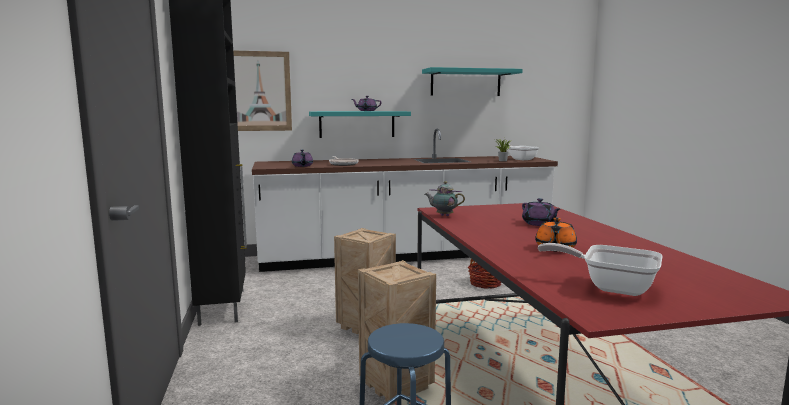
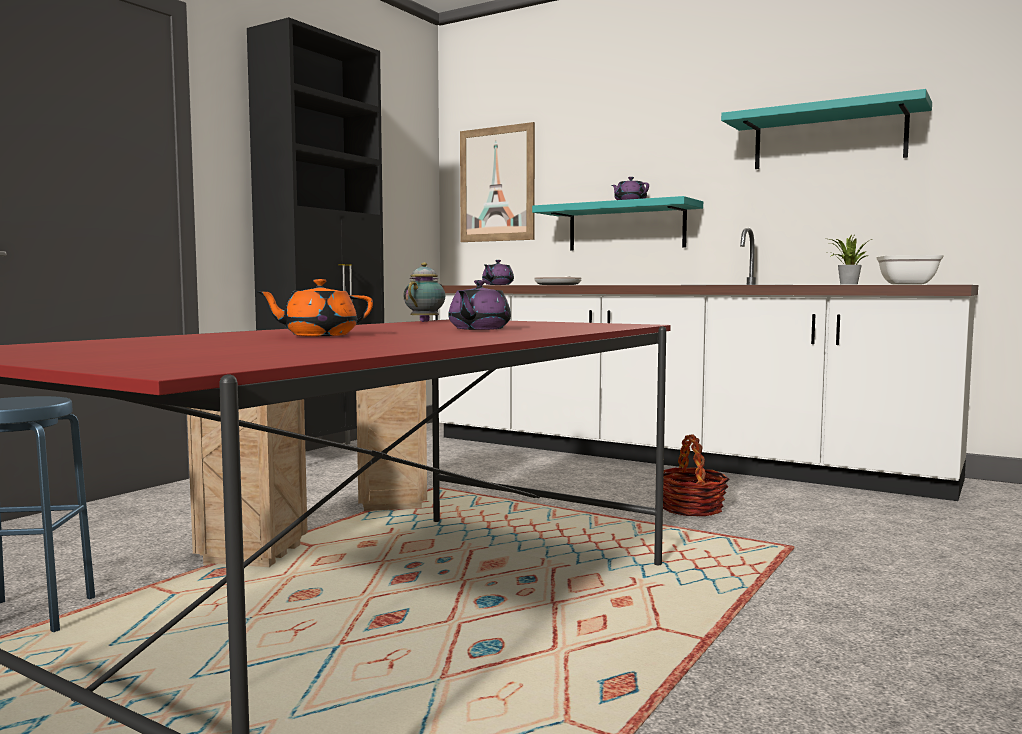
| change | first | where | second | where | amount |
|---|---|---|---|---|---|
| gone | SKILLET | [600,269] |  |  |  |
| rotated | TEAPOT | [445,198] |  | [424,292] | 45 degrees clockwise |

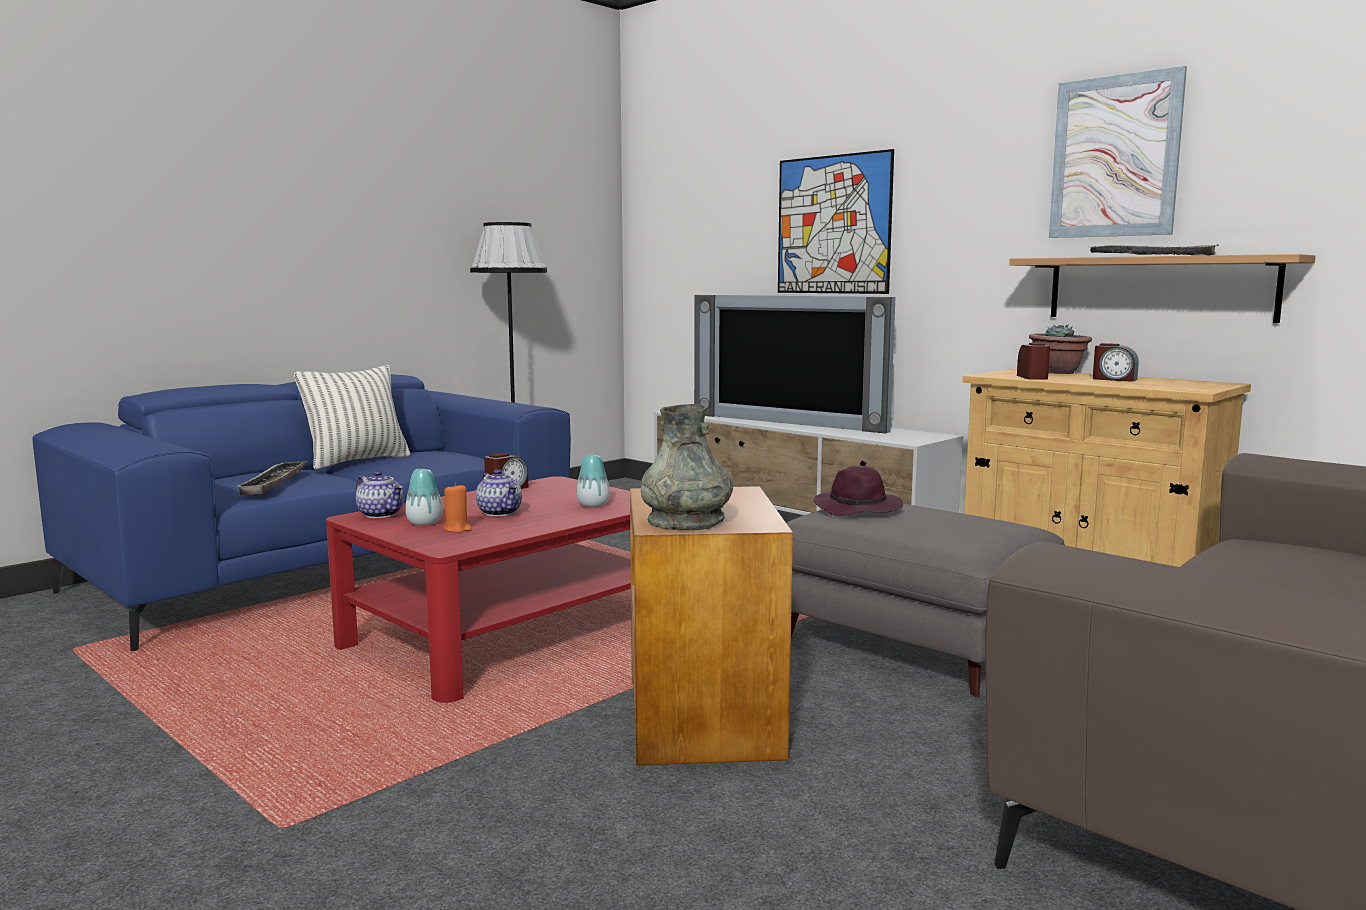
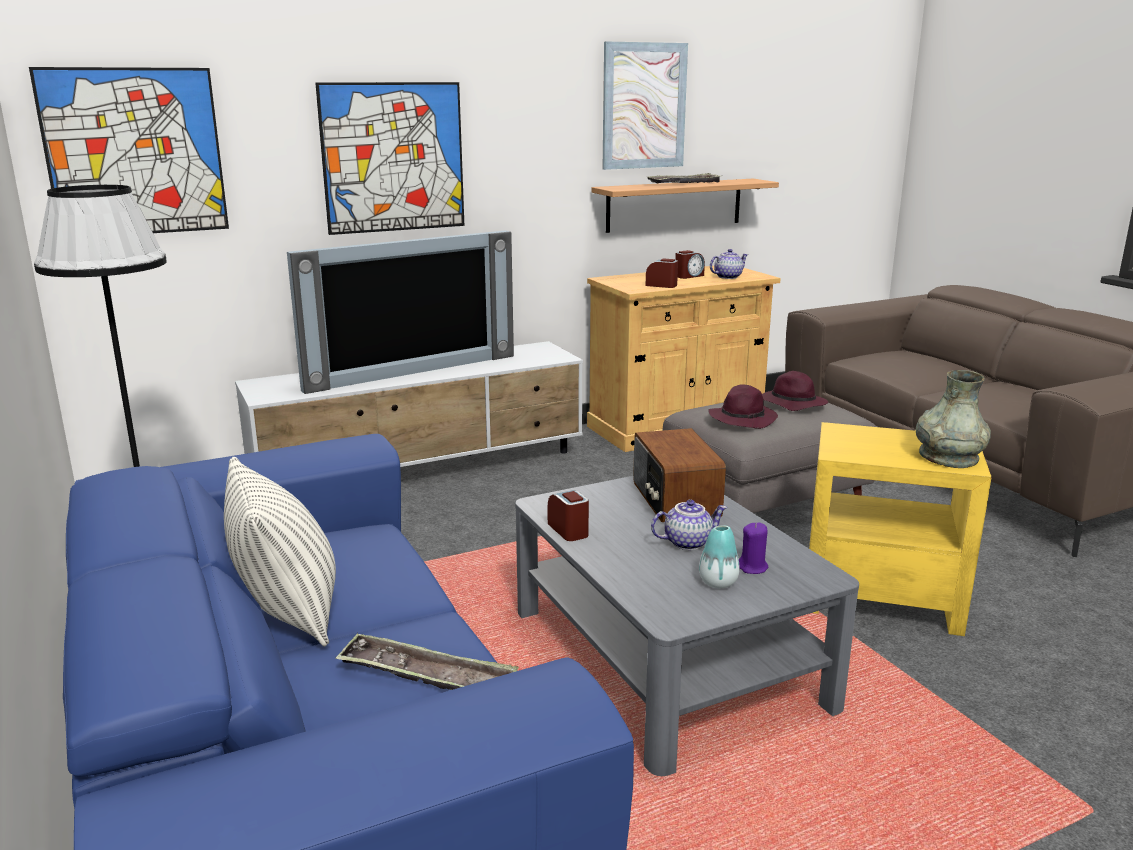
| change | first | where | second | where | amount |
|---|---|---|---|---|---|
| gone | PLANT IN A POT | [1060,349] |  |  |  |
| new |  |  | WALL ART | [129,150] |  |
| new |  |  | PURPLE HAT | [795,391] |  |
| shifted | TEAPOT | [379,494] |  | [729,264] |  |
| swapped | VASE | [593,481] | RADIO | [679,475] |  |
| repainted | REDDISH LOW TABLE | [478,589] | GREYISH LOW TABLE | [687,626] |  |
| repainted | ORANGEY CANDLE | [458,508] | PURPLE CANDLE | [753,548] |  |
| repainted | BROWN ACCENT TABLE | [711,626] | YELLOW-COLOURED ACCENT TABLE | [900,529] |  |

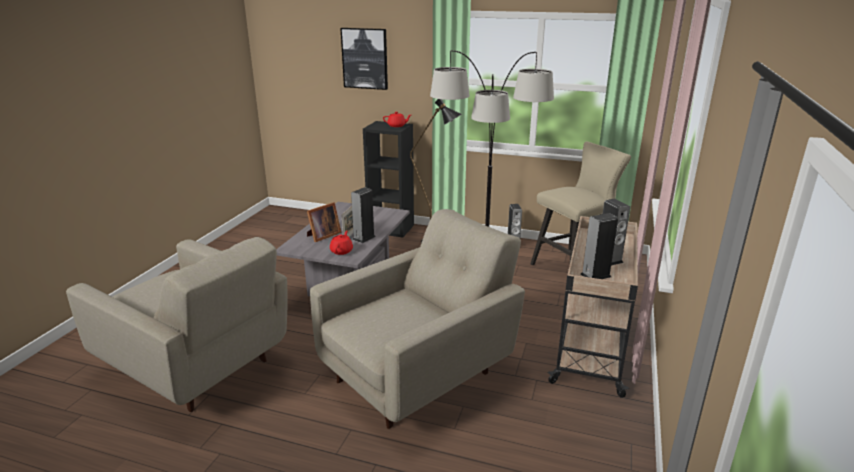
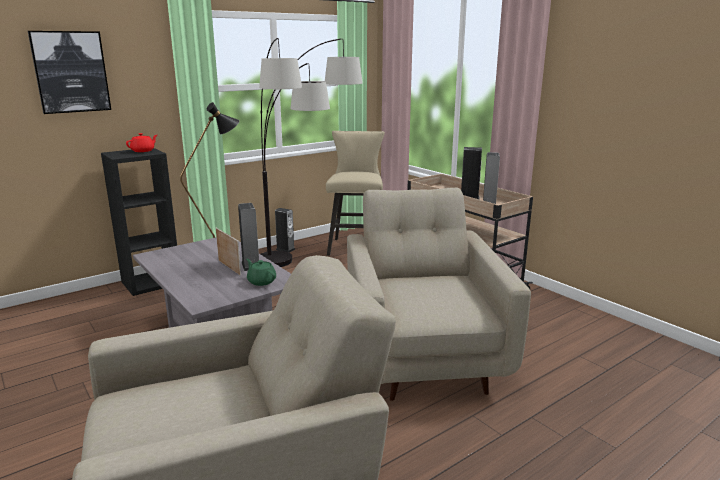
| change | first | where | second | where | amount |
|---|---|---|---|---|---|
| gone | PICTURE FRAME | [324,222] |  |  |  |
| repainted | REDDISH TEAPOT | [341,243] | GREEN-COLOURED TEAPOT | [261,272] |  |

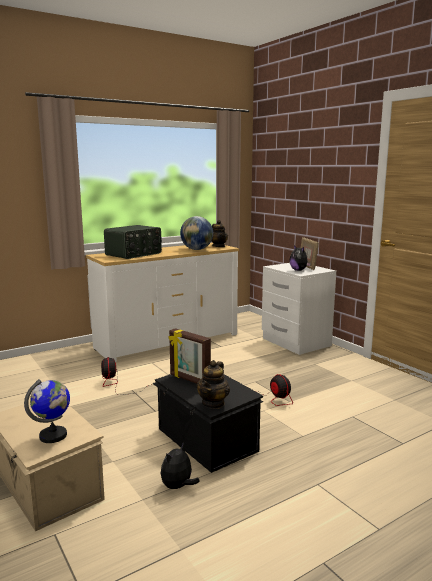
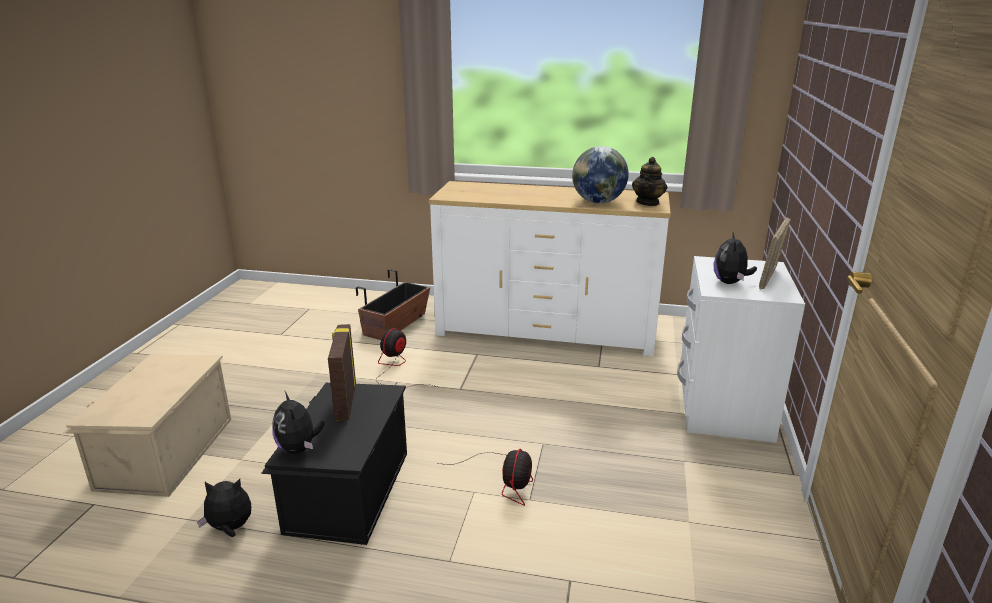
| change | first | where | second | where | amount |
|---|---|---|---|---|---|
| gone | DESK GLOBE | [47,411] |  |  |  |
| gone | RADIO | [133,242] |  |  |  |
| new |  |  | PLANTER | [393,304] |  |
| swapped | TEAPOT | [213,384] | CUDDLY TOY | [298,422] |  |

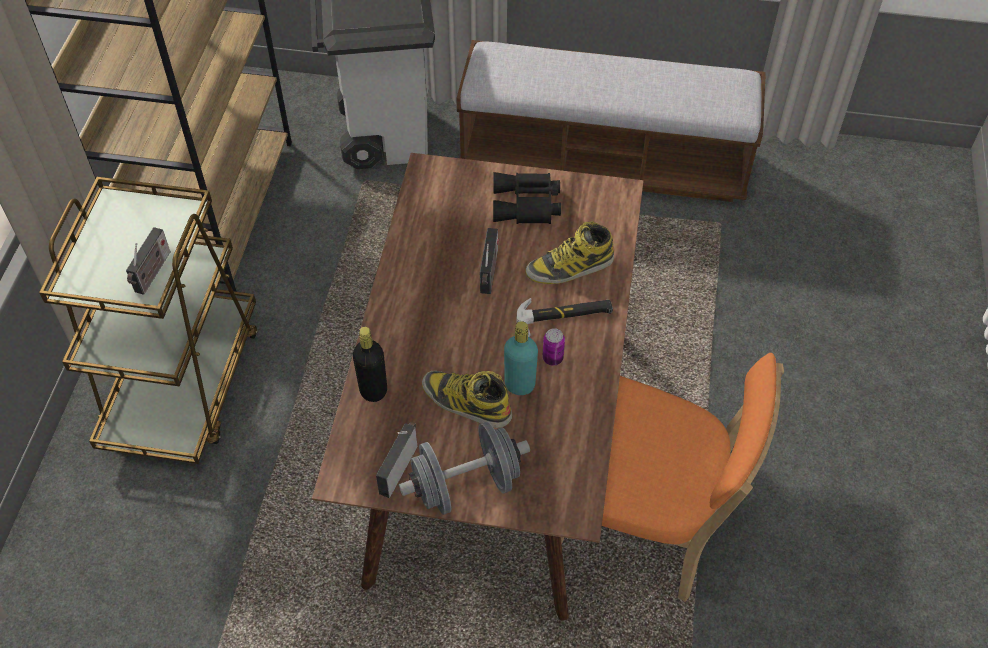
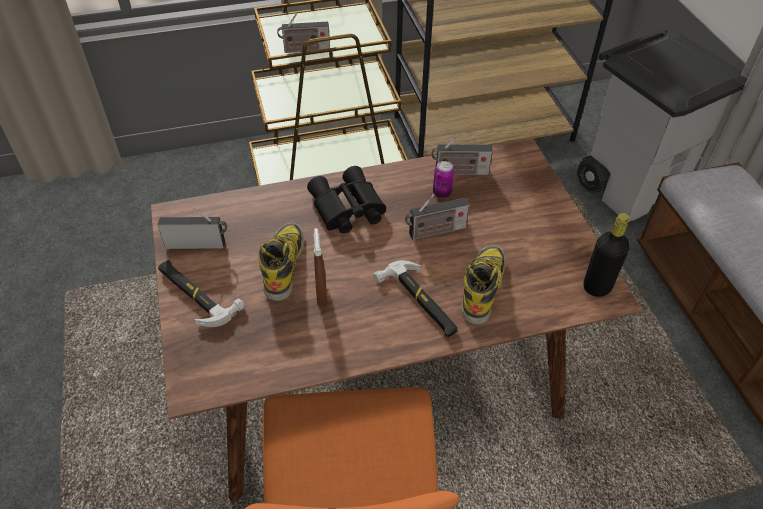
| change | first | where | second | where | amount |
|---|---|---|---|---|---|
| new |  |  | RADIO | [462,154] |  |
| shifted | BLACK-COLOURED BOTTLE | [370,364] |  | [607,255] |  |
| shifted | BLACK-COLOURED PAIR OF BINOCULARS | [527,198] |  | [346,200] |  |
| shifted | METAL CAN | [553,347] |  | [443,179] |  |
| swapped | GREYISH FREE WEIGHT | [464,468] | TOOL HAMMER | [201,293] |  |
| swapped | TURQUOISE-COLOURED BOTTLE | [521,358] | BROWN SPRAYER | [320,267] |  |
| rotated | HIGH-TOP BOOT | [569,252] |  | [483,285] | 60 degrees clockwise |

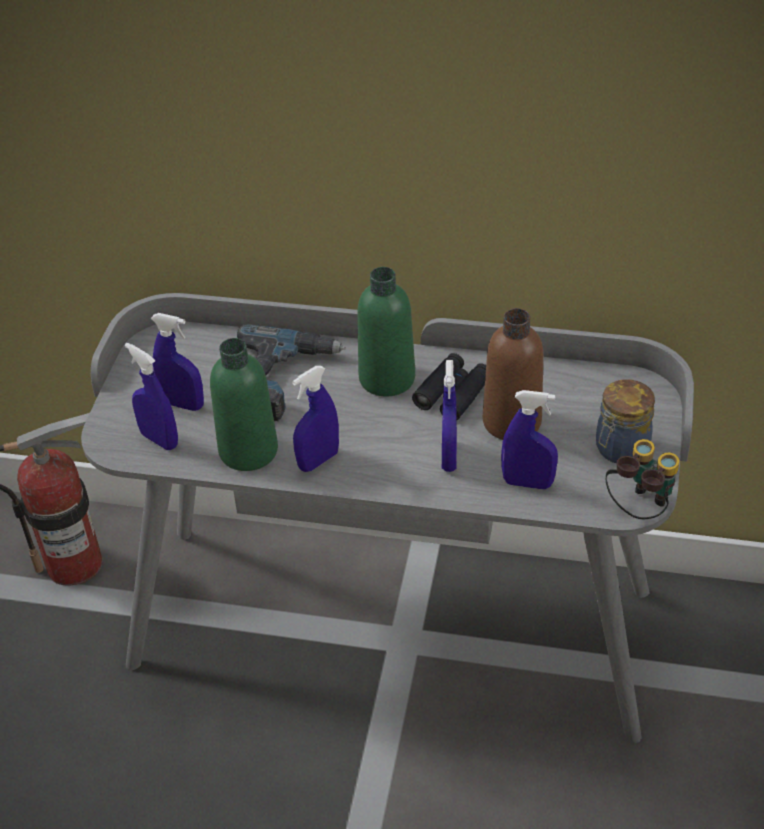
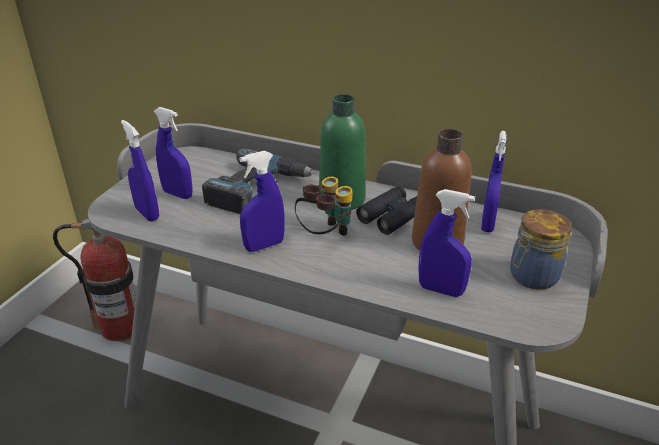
| change | first | where | second | where | amount |
|---|---|---|---|---|---|
| gone | GREEN-COLOURED BOTTLE | [244,404] |  |  |  |
| shifted | BLUE SPRAYER | [449,416] |  | [493,181] |  |
| shifted | PAIR OF BINOCULARS | [643,479] |  | [324,206] |  |

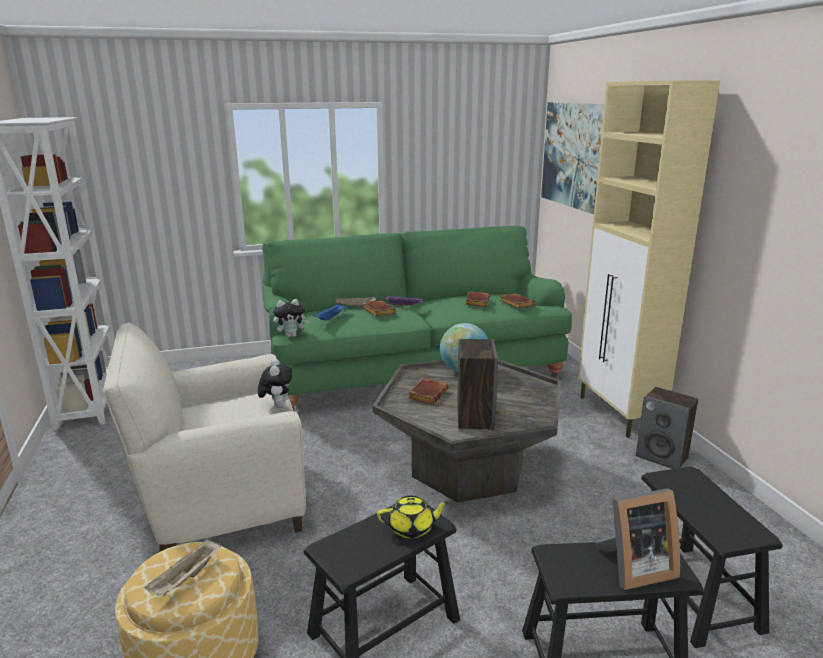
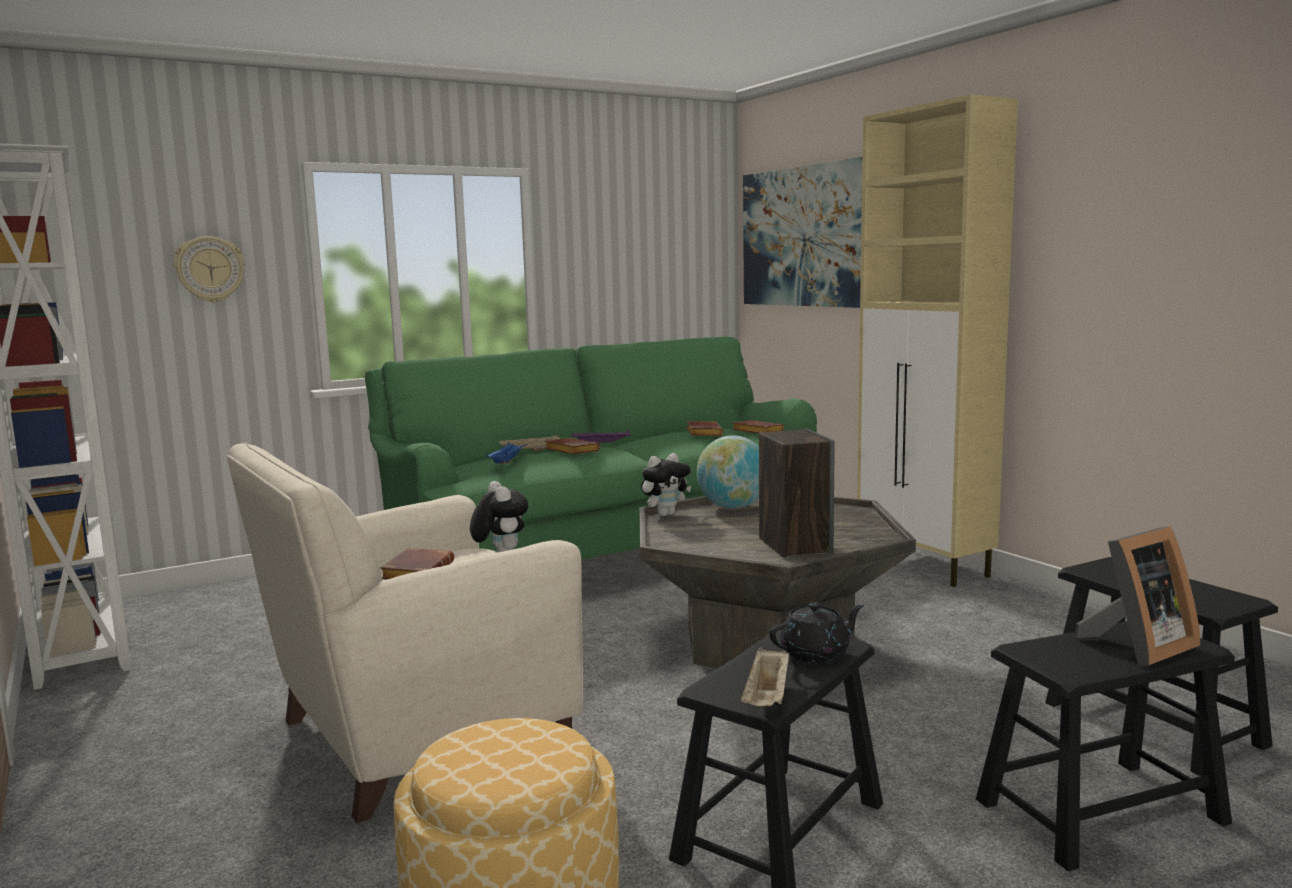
| change | first | where | second | where | amount |
|---|---|---|---|---|---|
| gone | SPEAKER | [667,428] |  |  |  |
| new |  |  | HANGING CLOCK | [209,269] |  |
| shifted | BEIGE TRAY | [182,567] |  | [765,676] |  |
| shifted | CUDDLY TOY | [291,318] |  | [666,484] |  |
| shifted | BROWN BOOK | [428,391] |  | [417,564] |  |
| repainted | YELLOW-COLOURED TEAPOT | [413,517] | BLACK-COLOURED TEAPOT | [816,632] |  |

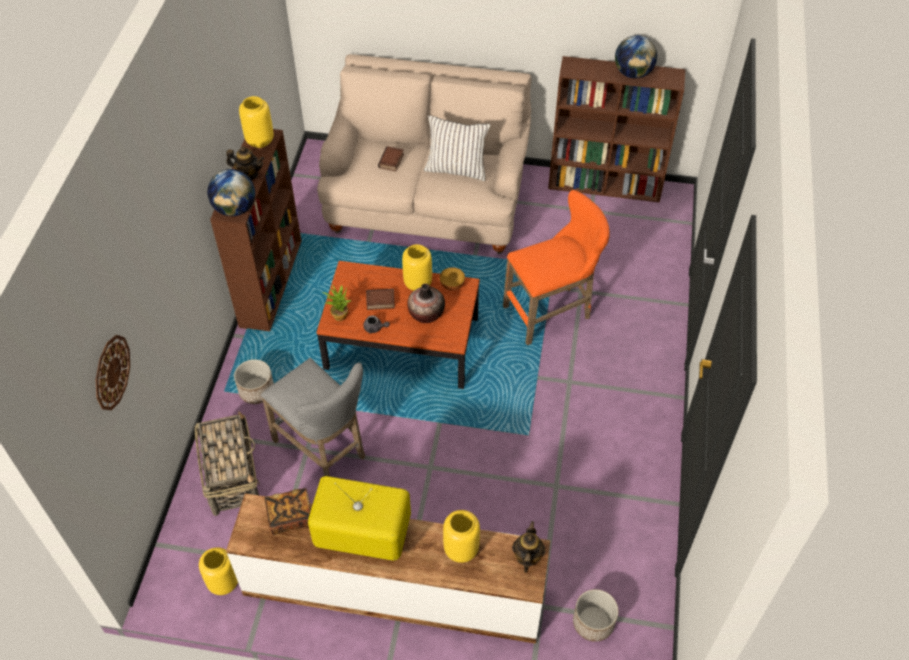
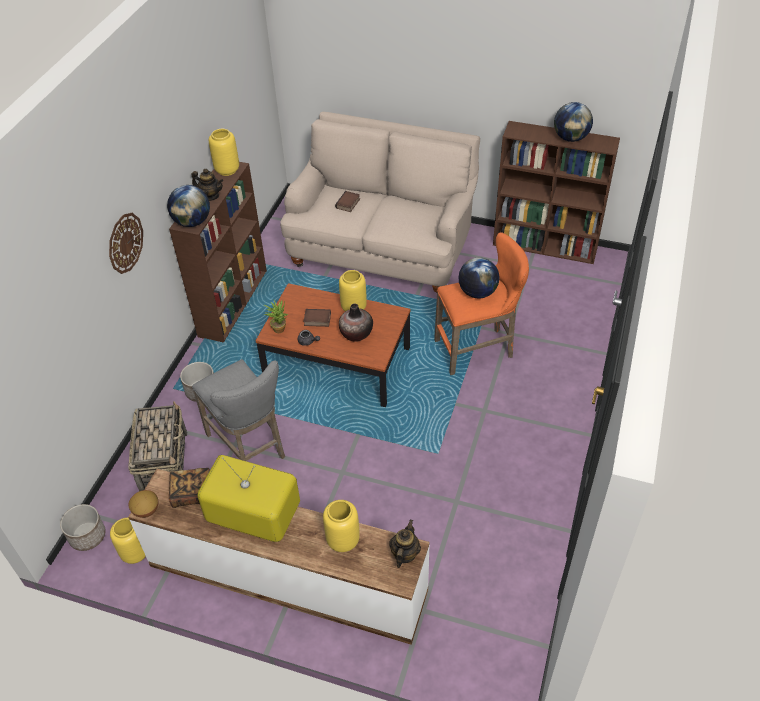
| change | first | where | second | where | amount |
|---|---|---|---|---|---|
| gone | WHITE-COLOURED CUSHION | [457,148] |  |  |  |
| new |  |  | DESK GLOBE | [479,277] |  |
| shifted | HANGING CLOCK | [112,372] |  | [126,243] |  |
| shifted | BOWL | [452,278] |  | [143,504] |  |
| shifted | PLANTER | [595,615] |  | [83,527] |  |

